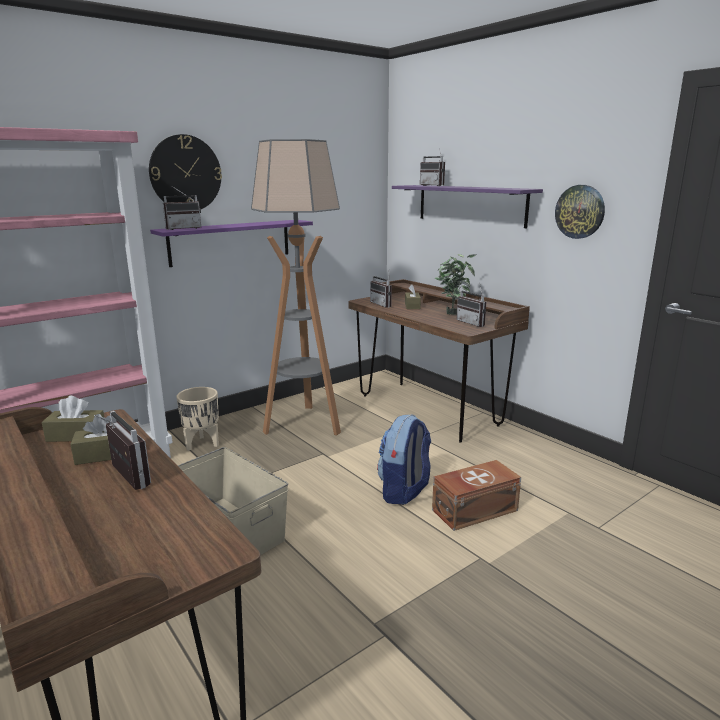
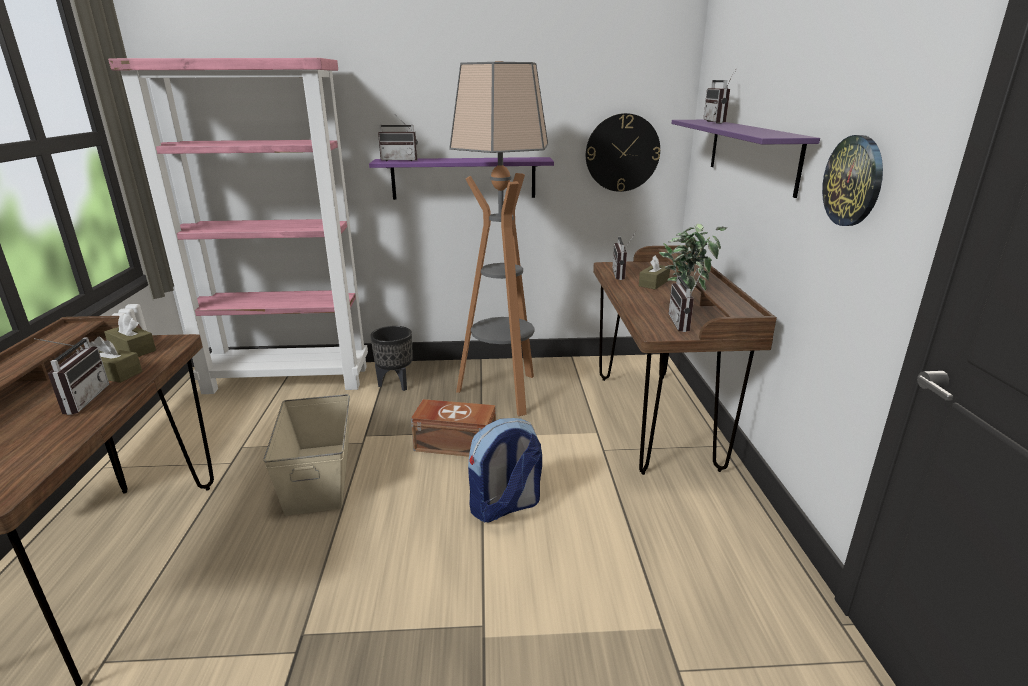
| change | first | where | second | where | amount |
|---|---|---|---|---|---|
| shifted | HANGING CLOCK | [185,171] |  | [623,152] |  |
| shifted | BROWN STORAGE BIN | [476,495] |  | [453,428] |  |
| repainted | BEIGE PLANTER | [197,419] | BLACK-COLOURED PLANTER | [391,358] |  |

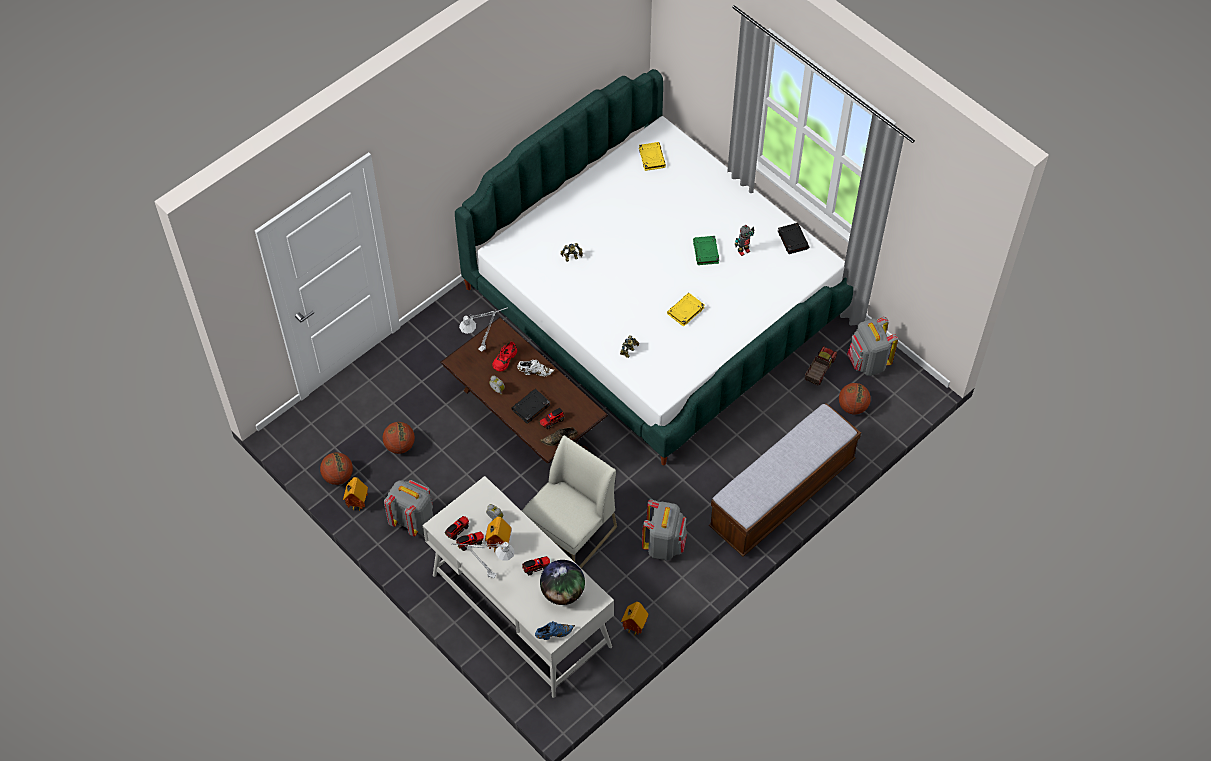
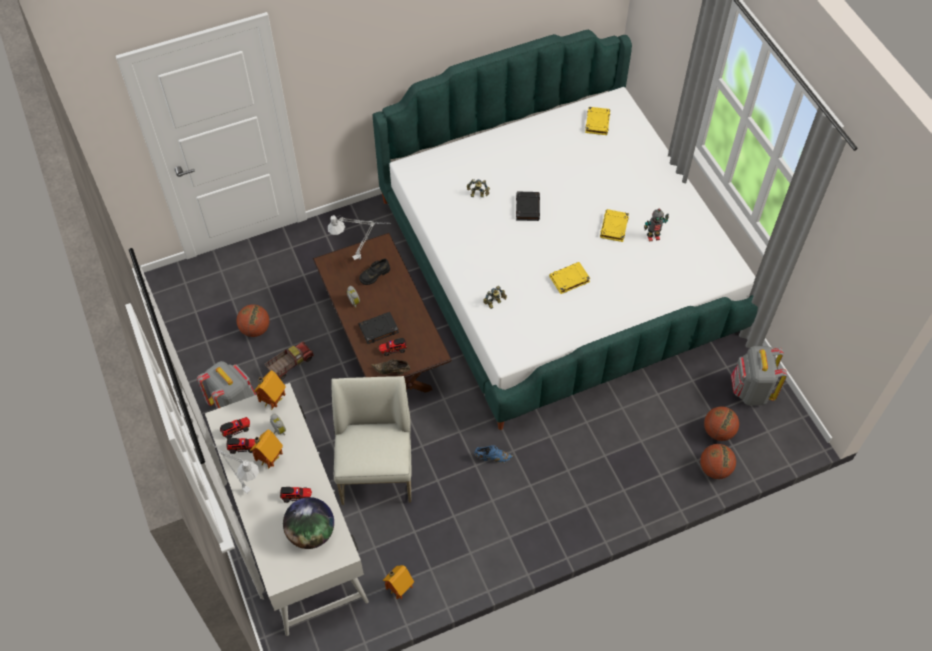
| change | first | where | second | where | amount |
|---|---|---|---|---|---|
| gone | WHITE-COLOURED SHOE | [536,368] |  |  |  |
| gone | GREYISH BACKPACK | [664,529] |  |  |  |
| gone | INDOOR BENCH | [785,480] |  |  |  |
| shifted | BALL FOR BASKETBALL | [336,468] |  | [718,461] |  |
| shifted | TOY HOUSE | [355,494] |  | [270,389] |  |
| shifted | BLUE SHOE | [555,630] |  | [494,454] |  |
| shifted | BLACK-COLOURED BOOK | [793,238] |  | [528,206] |  |
| shifted | TOY TRUCK | [821,366] |  | [289,360] |  |
| repainted | REDDISH SHOE | [504,357] | BLACK-COLOURED SHOE | [374,271] |  |
| repainted | GREEN-COLOURED BOOK | [706,250] | YELLOW-COLOURED BOOK | [614,225] |  |
| rotated | WHITE-COLOURED UPRIGHT CHAIR | [569,501] |  | [371,440] | 60 degrees counterclockwise |

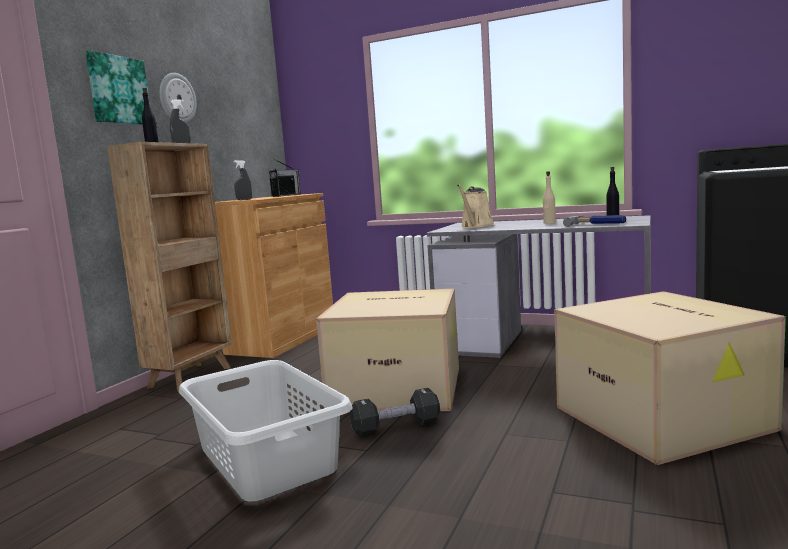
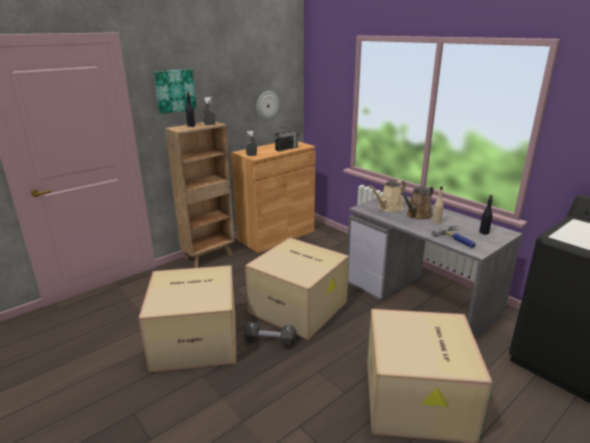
| change | first | where | second | where | amount |
|---|---|---|---|---|---|
| new |  |  | BROWN WATERING POT | [417,203] |  |
| shifted | HANGING CLOCK | [178,98] |  | [268,105] |  |
| swapped | GREYISH WASHING BASKET | [265,431] | PACKING BOX | [187,318] |  |

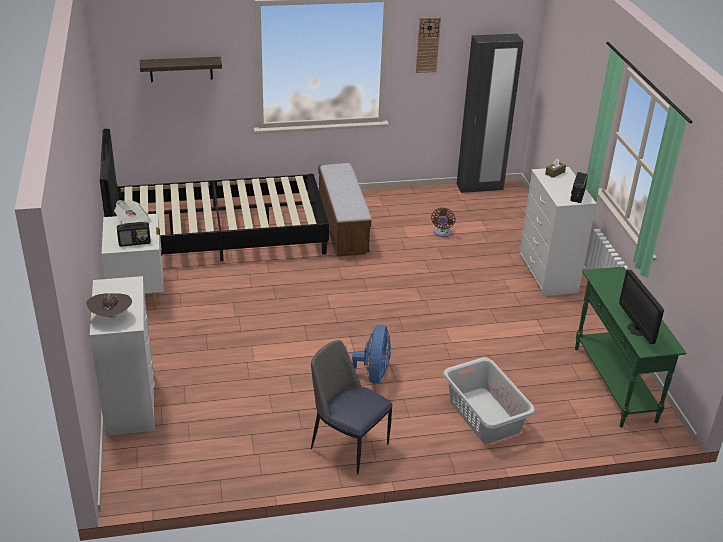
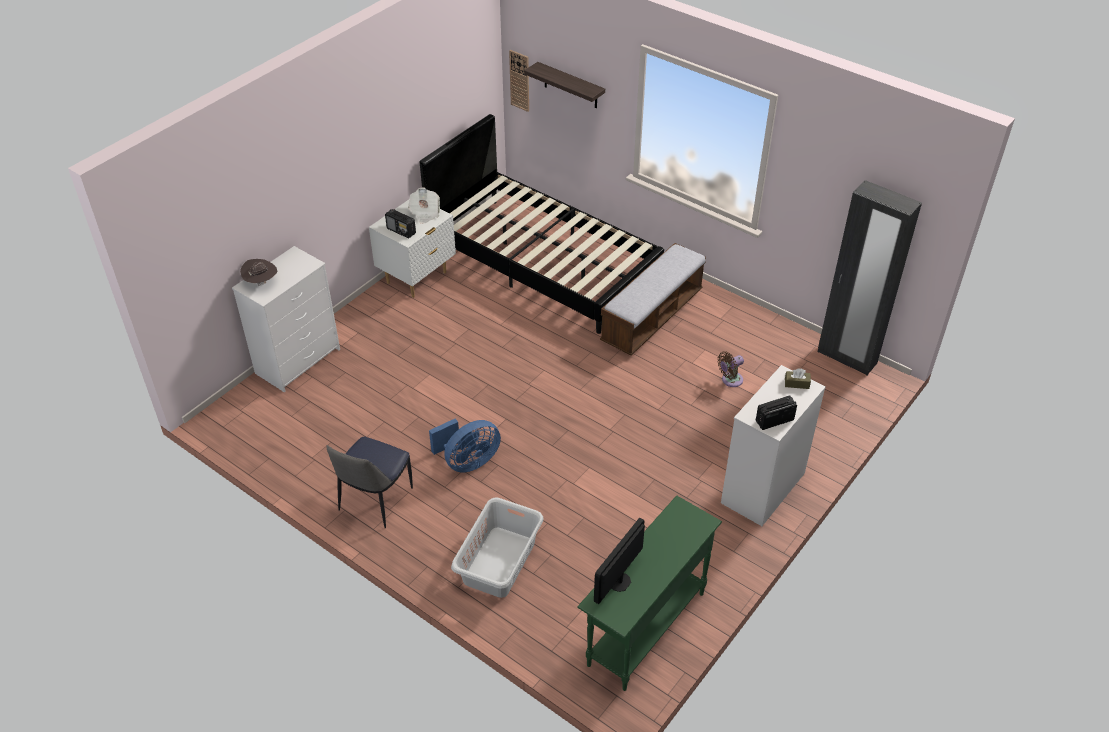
| change | first | where | second | where | amount |
|---|---|---|---|---|---|
| shifted | HANGING CLOCK | [428,45] |  | [519,81] |  |
| rotated | UPRIGHT CHAIR | [352,407] |  | [370,483] | 150 degrees counterclockwise |

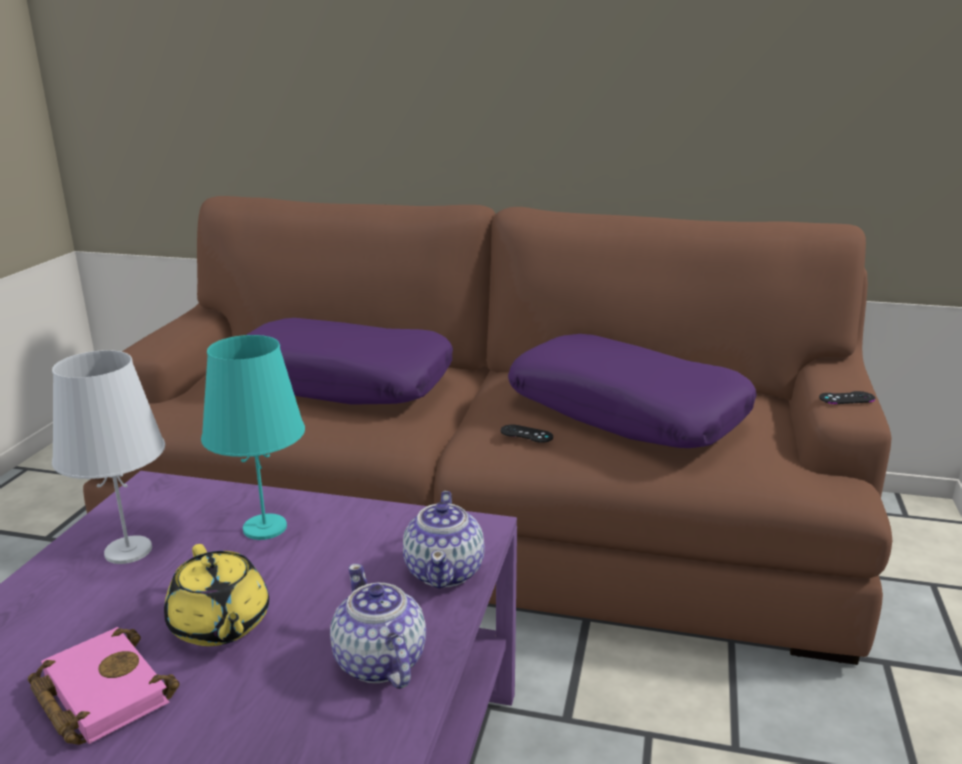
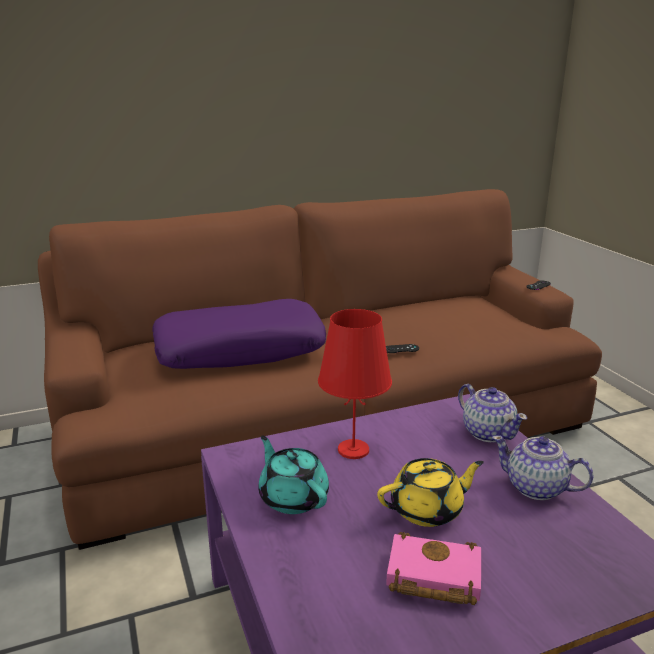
| change | first | where | second | where | amount |
|---|---|---|---|---|---|
| gone | PURPLE CUSHION | [632,391] |  |  |  |
| swapped | WHITE-COLOURED TABLE LAMP | [108,457] | TURQUOISE-COLOURED TEAPOT | [293,474] |  |
| repainted | TURQUOISE-COLOURED TABLE LAMP | [253,437] | REDDISH TABLE LAMP | [355,384] |  |
| rotated | YELLOW-COLOURED TEAPOT | [216,595] |  | [430,492] | 45 degrees counterclockwise |

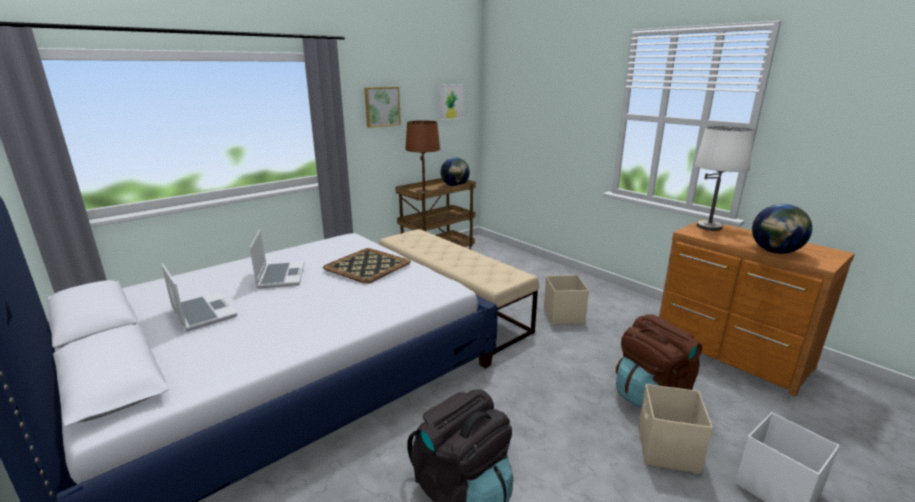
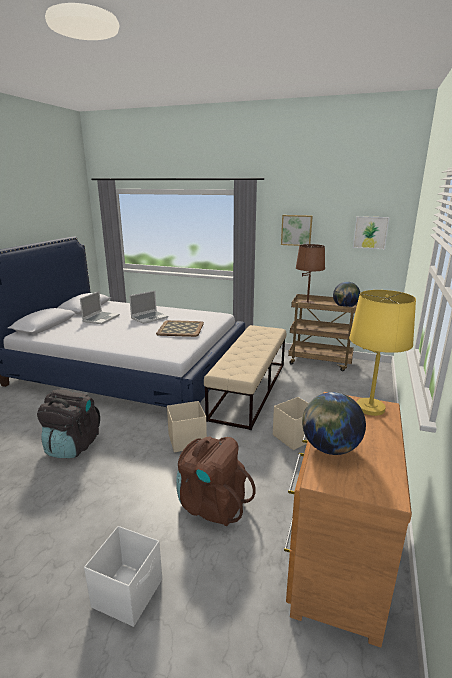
| change | first | where | second | where | amount |
|---|---|---|---|---|---|
| shifted | BEIGE STORAGE BIN | [675,429] |  | [187,426] |  |
| repainted | WHITE-COLOURED TABLE LAMP | [724,178] | YELLOW-COLOURED TABLE LAMP | [382,353] |  |

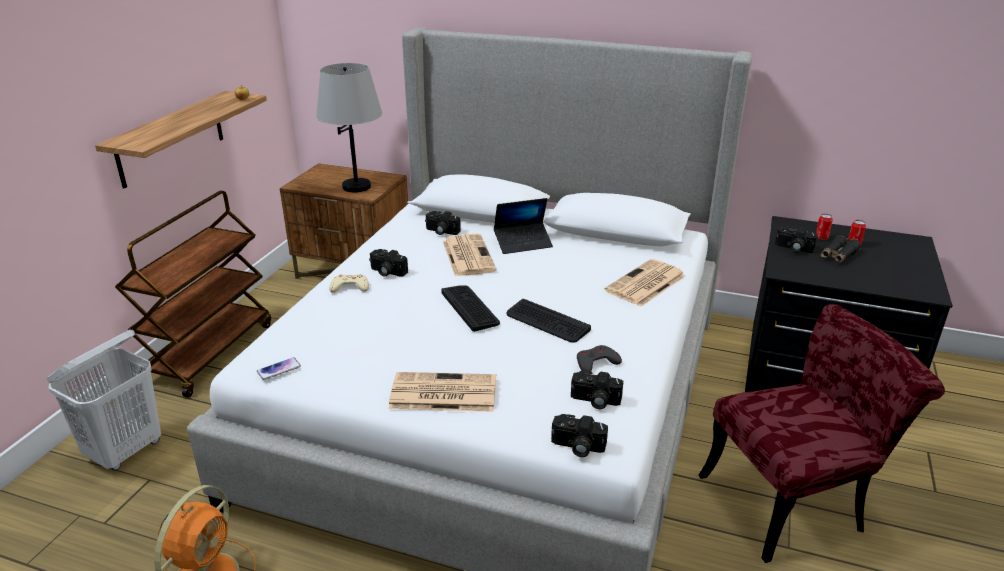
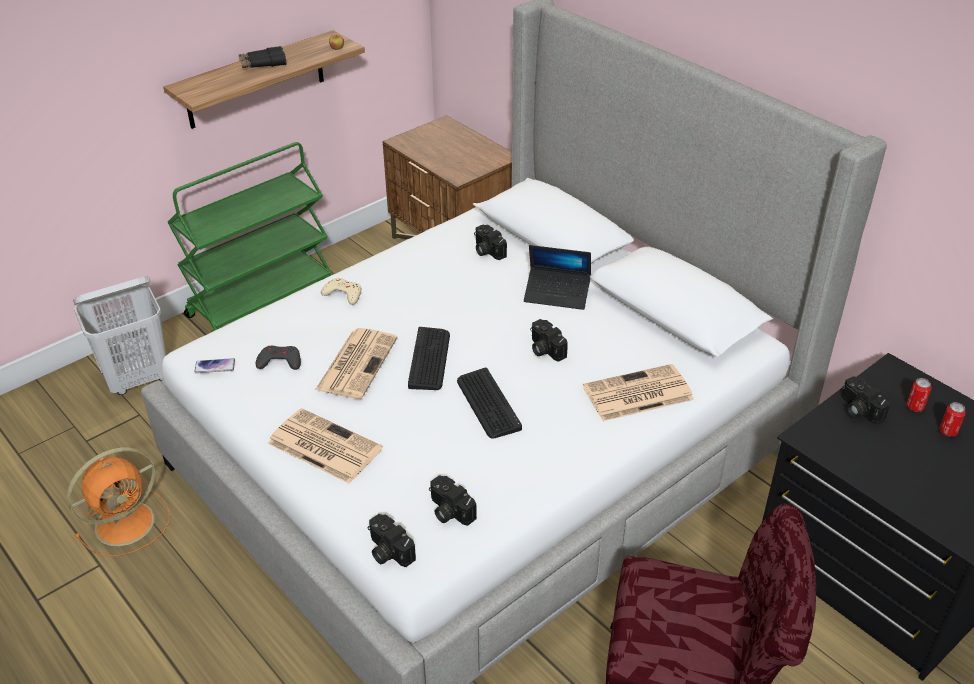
| change | first | where | second | where | amount |
|---|---|---|---|---|---|
| gone | GREYISH TABLE LAMP | [349,127] |  |  |  |
| shifted | PHOTO CAMERA | [388,263] |  | [549,340] |  |
| shifted | NEWSPAPER | [469,255] |  | [356,363] |  |
| shifted | GREYISH GAME CONTROLLER | [599,359] |  | [278,358] |  |
| shifted | BLACK-COLOURED PAIR OF BINOCULARS | [841,249] |  | [262,57] |  |
| repainted | BROWN TROLLEY | [193,294] | GREEN-COLOURED TROLLEY | [250,237] |  |

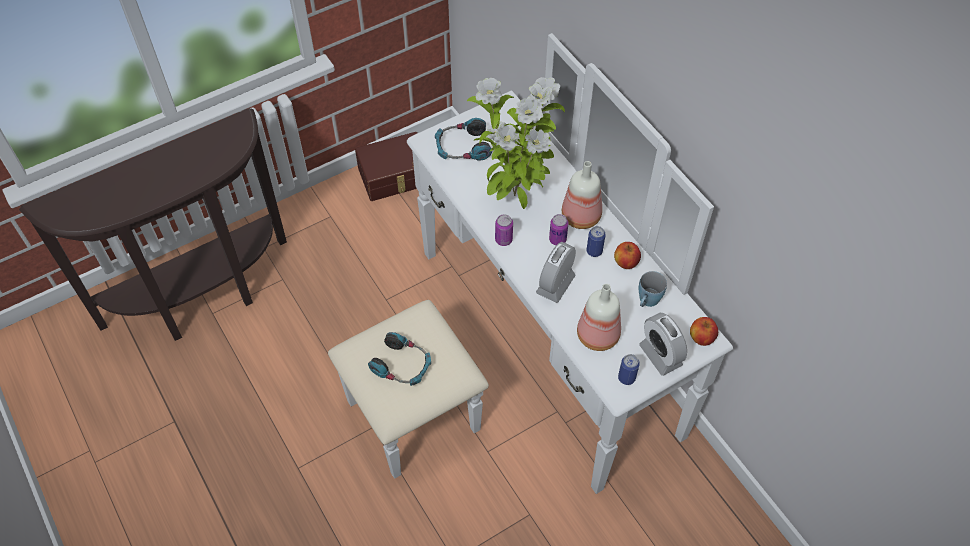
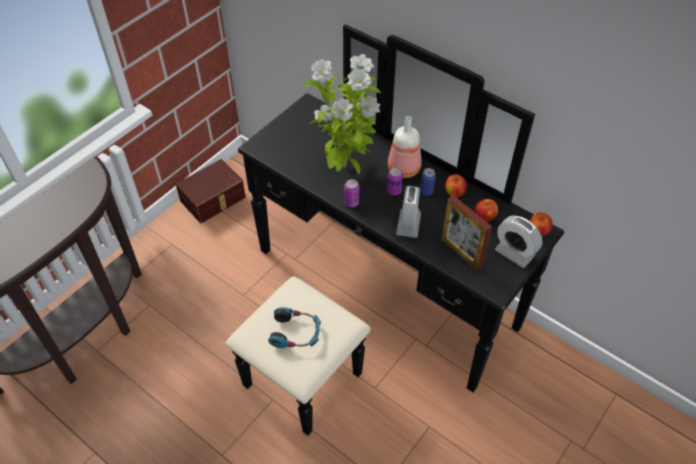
| change | first | where | second | where | amount |
|---|---|---|---|---|---|
| gone | HEADSET | [463,139] |  |  |  |
| gone | METAL CAN | [629,369] |  |  |  |
| swapped | BOTTLE | [599,317] | PICTURE FRAME | [466,232] |  |
| swapped | BLUE MUG | [652,289] | WHOLE APPLE | [486,210] |  |
| repainted | WHITE-COLOURED CHEST OF DRAWERS | [530,263] | BLACK-COLOURED CHEST OF DRAWERS | [394,230] |  |

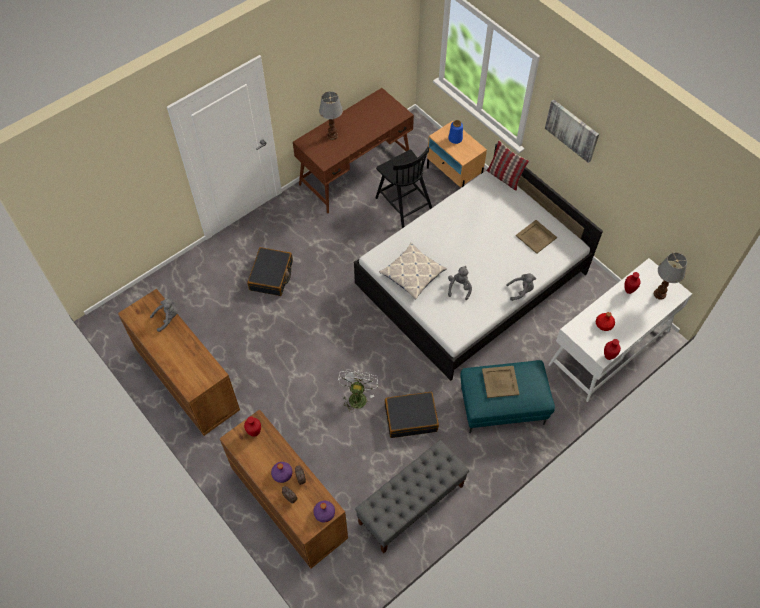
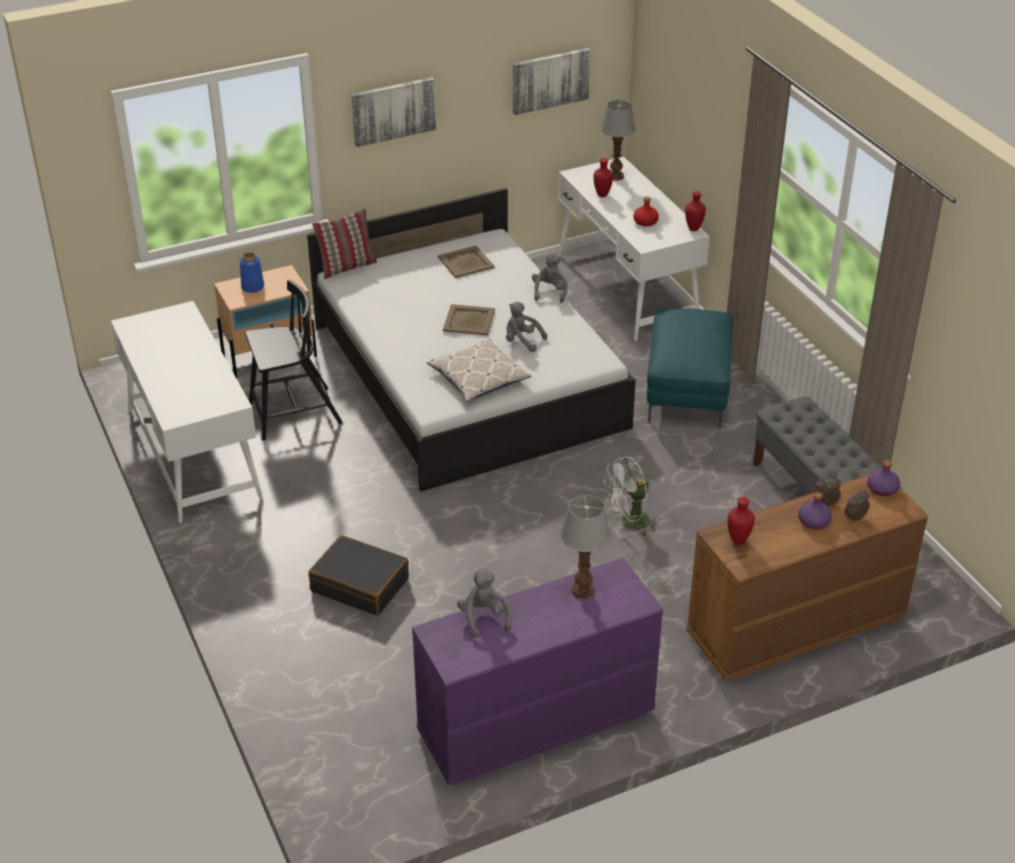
| change | first | where | second | where | amount |
|---|---|---|---|---|---|
| gone | BLACK-COLOURED PIECE OF LUGGAGE | [412,415] |  |  |  |
| new |  |  | WALL ART | [552,81] |  |
| shifted | TABLE LAMP | [331,115] |  | [585,547] |  |
| shifted | BEIGE TRAY | [500,382] |  | [469,319] |  |
| repainted | BROWN CHEST OF DRAWERS | [179,362] | PURPLE CHEST OF DRAWERS | [537,671] |  |
| repainted | BROWN DESK TABLE | [353,150] | WHITE-COLOURED DESK TABLE | [187,412] |  |
| rotated | WHITE-COLOURED ELECTRIC FAN | [358,391] |  | [632,496] | 45 degrees counterclockwise |

